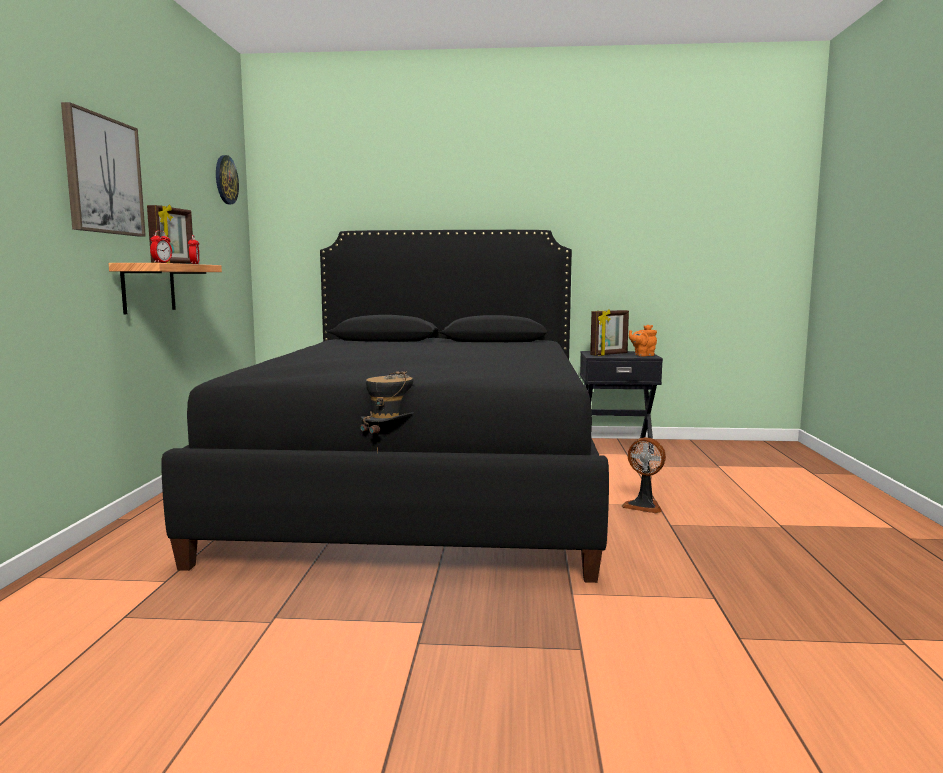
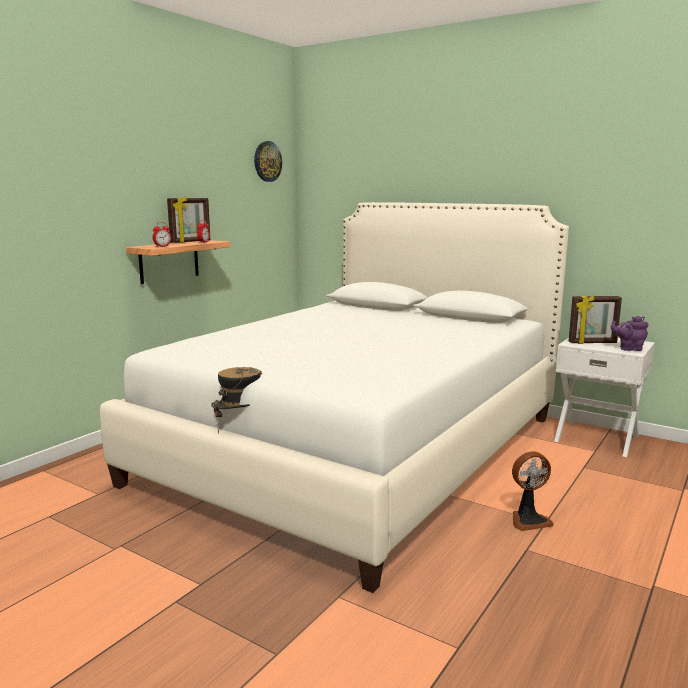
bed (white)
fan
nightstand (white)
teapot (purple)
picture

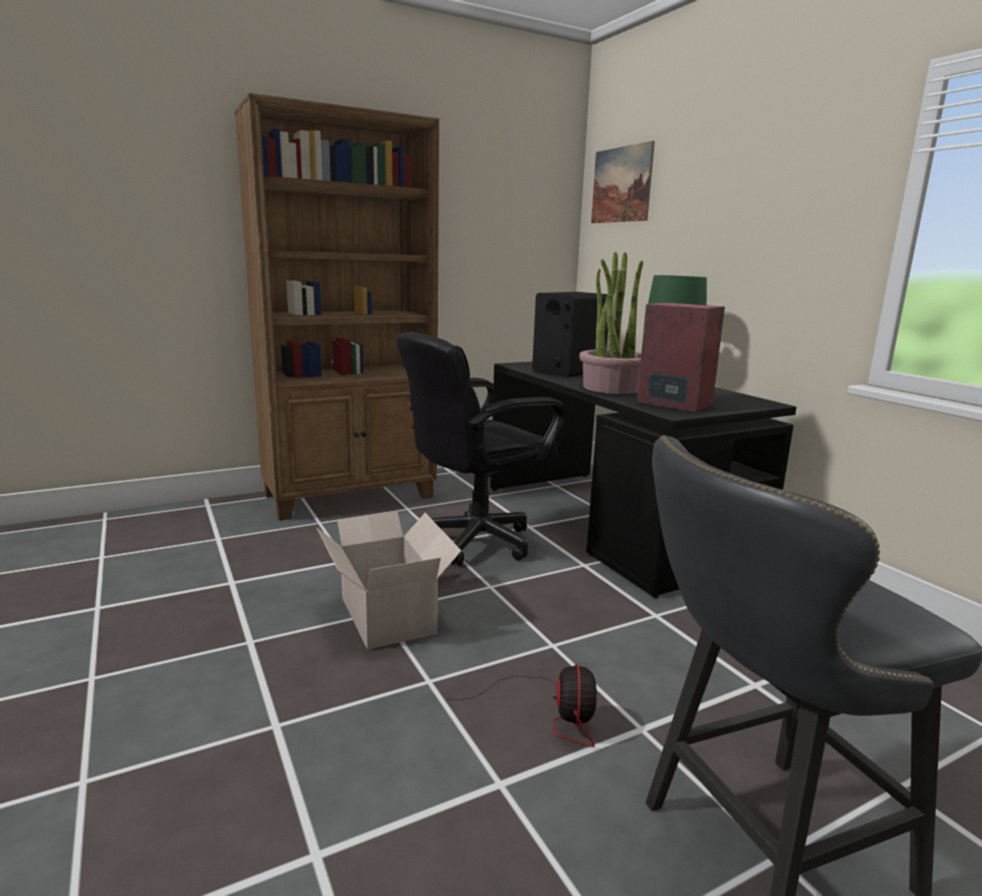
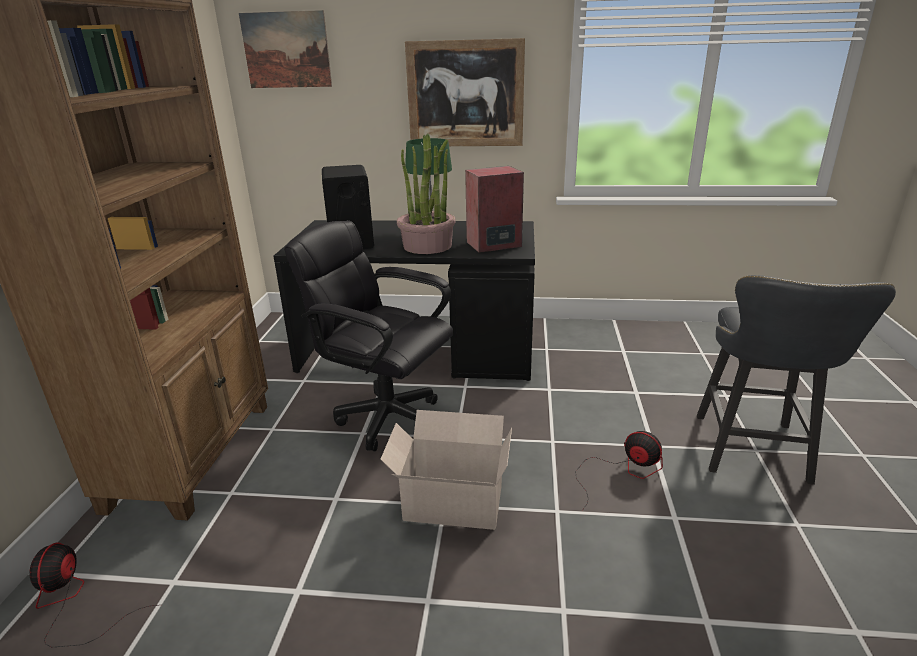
fan (1st from left)
office chair (black)
picture (2nd from left)

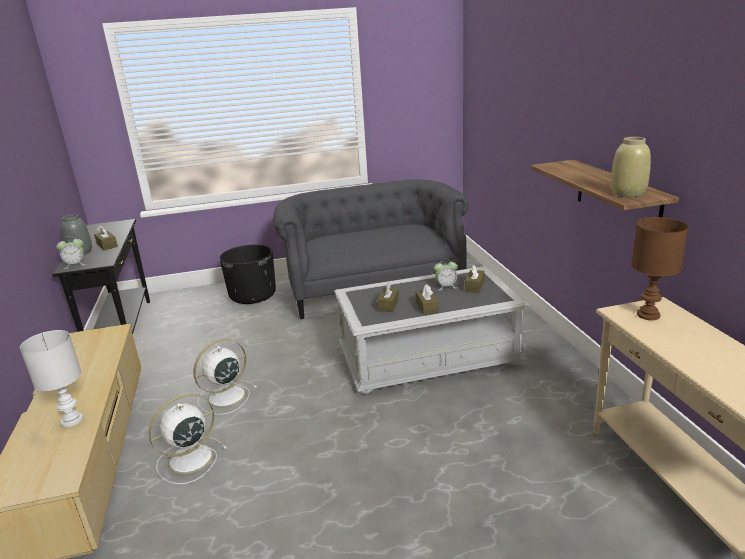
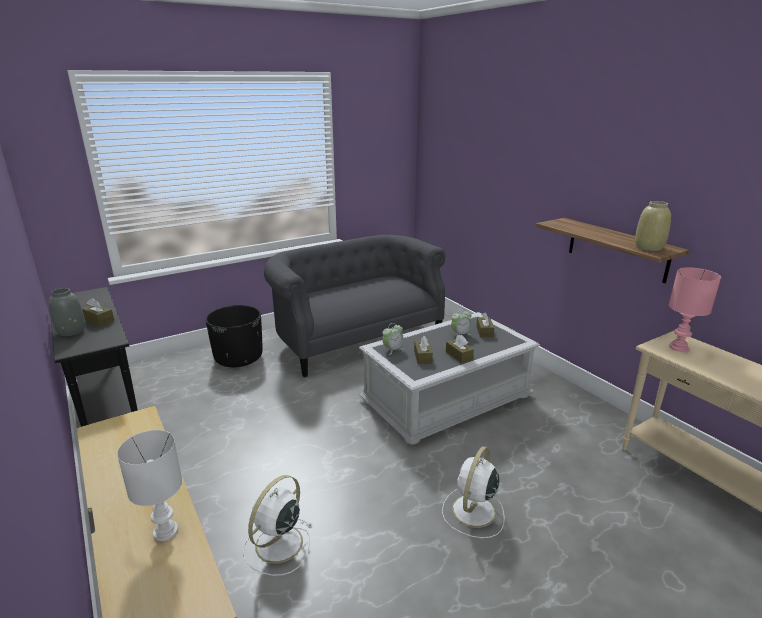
alarm clock (1st from left)
fan (white) (2nd from left)
table lamp (pink)

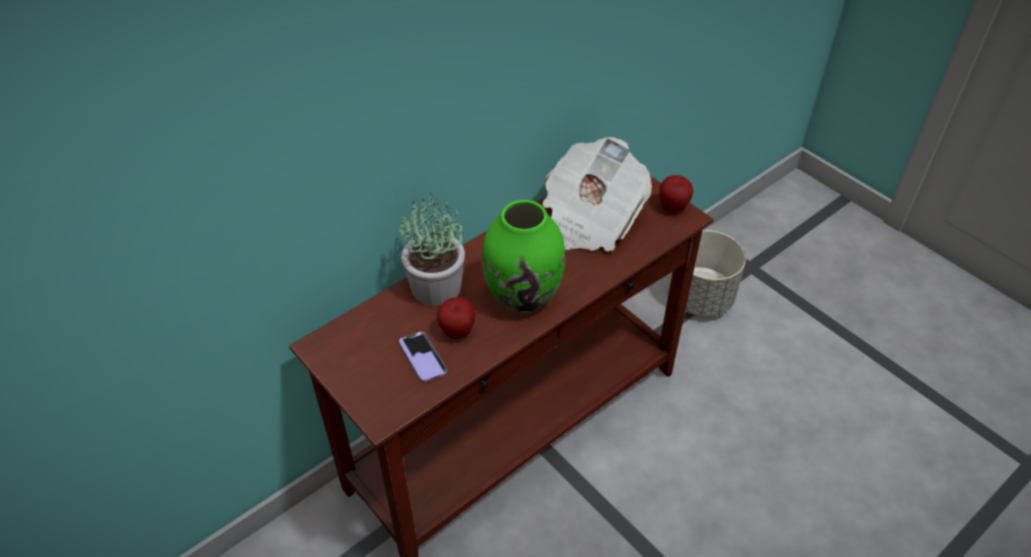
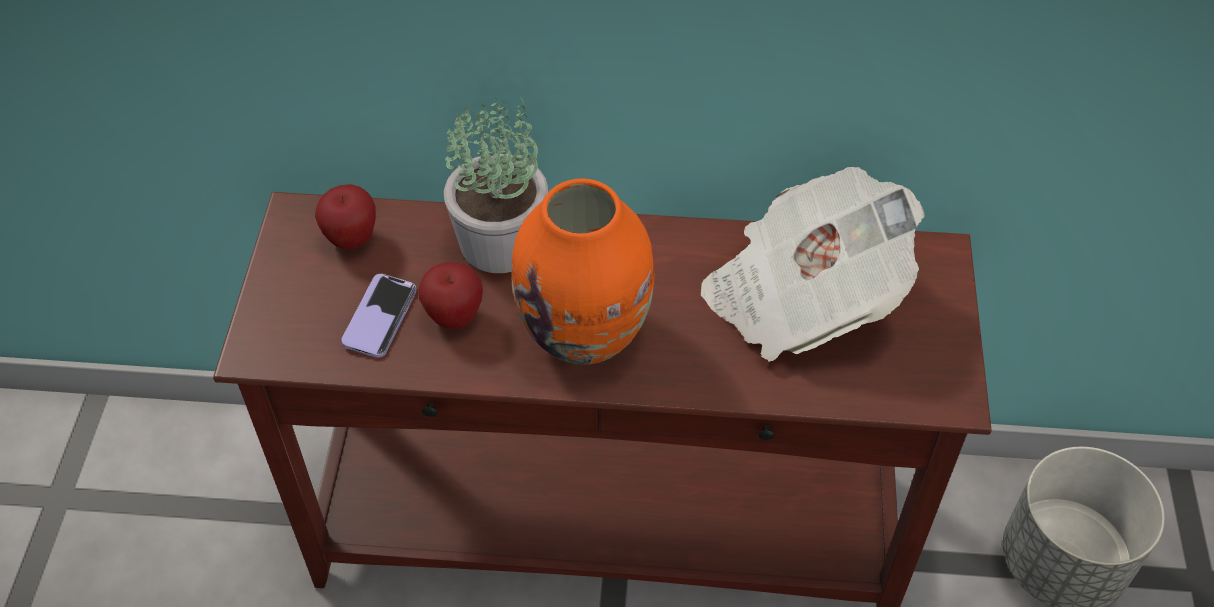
apple (1st from left)
vase (orange)

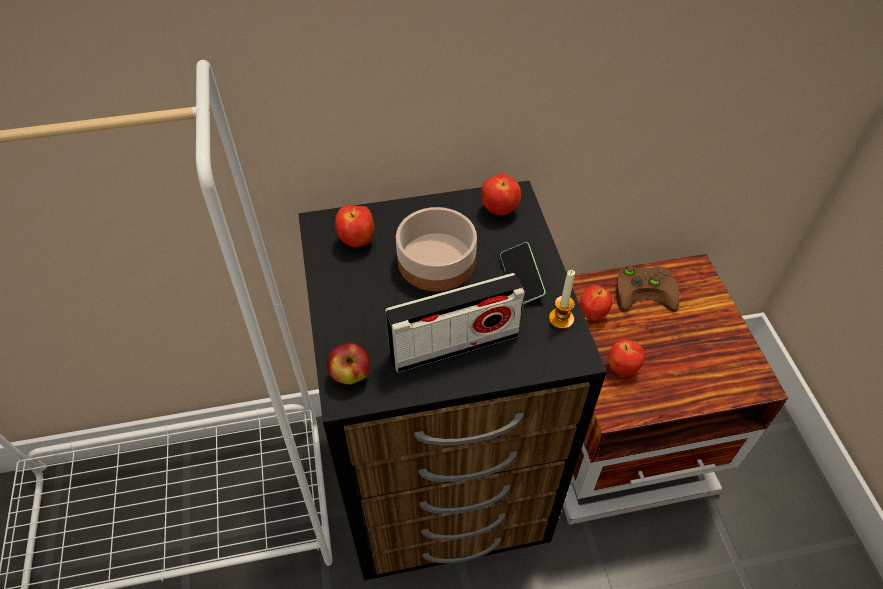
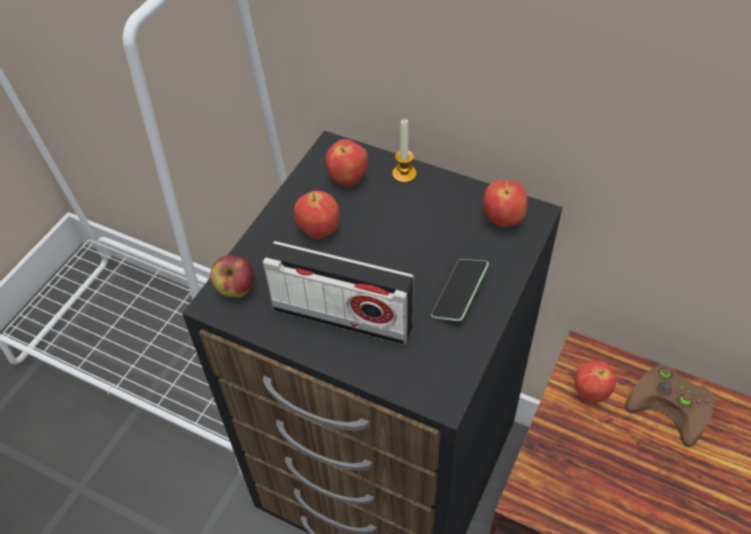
apple (2nd from left)
candle
bowl

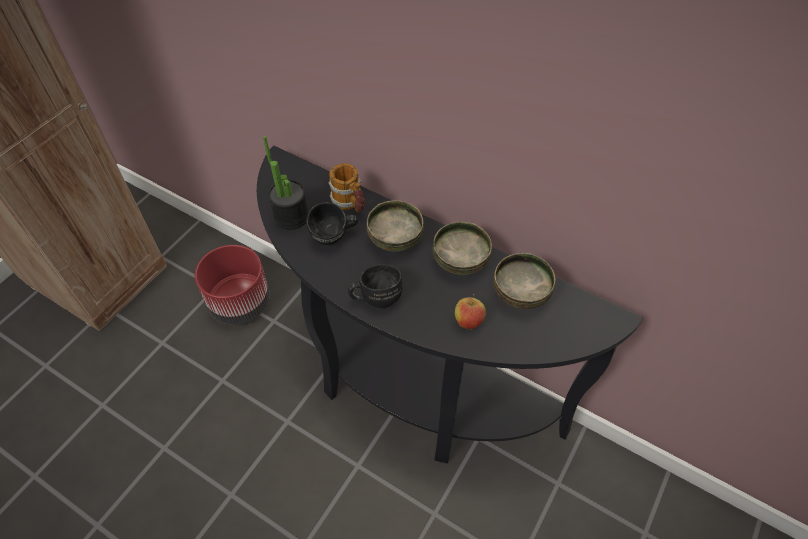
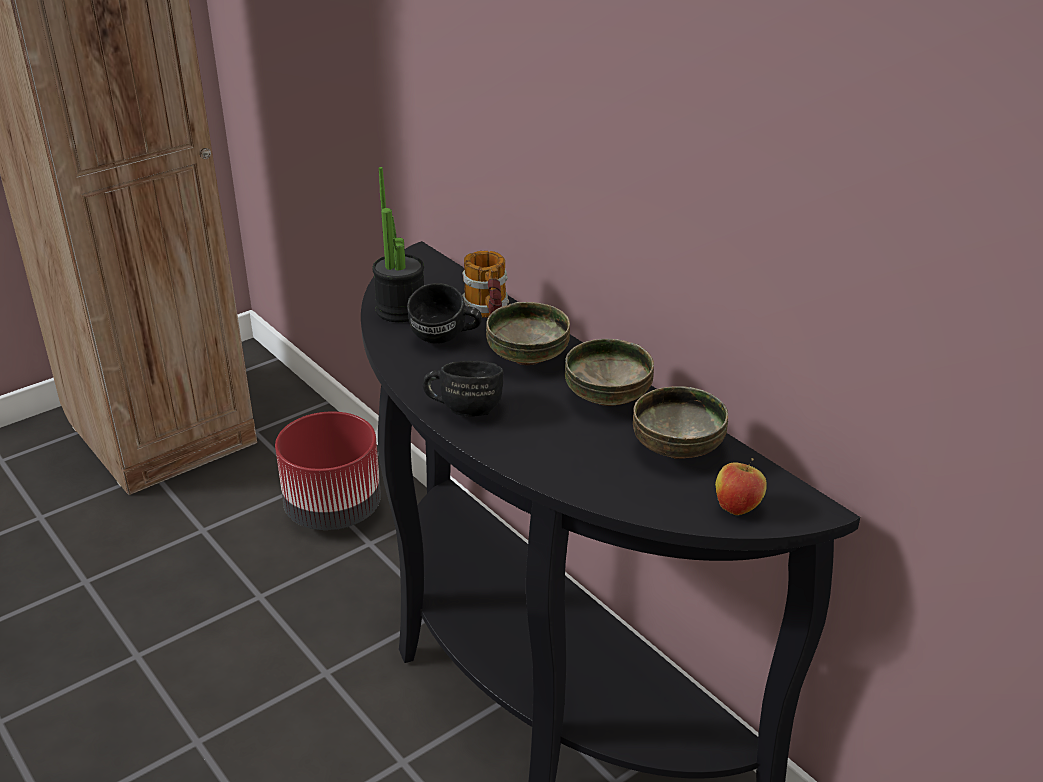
apple

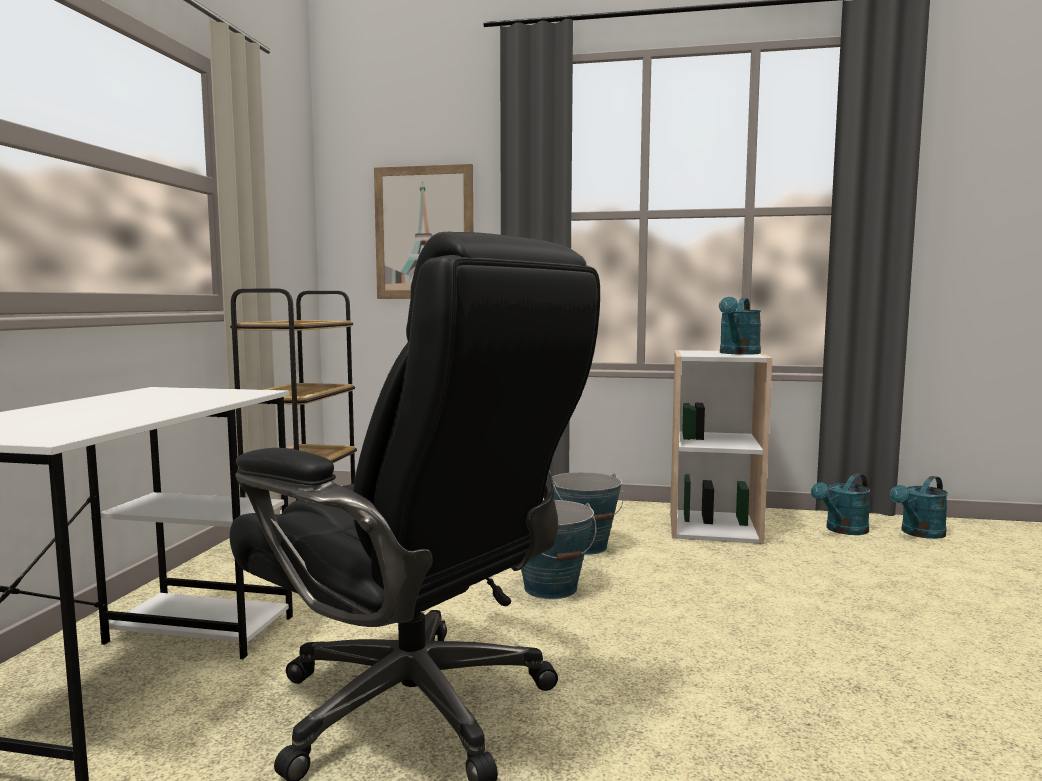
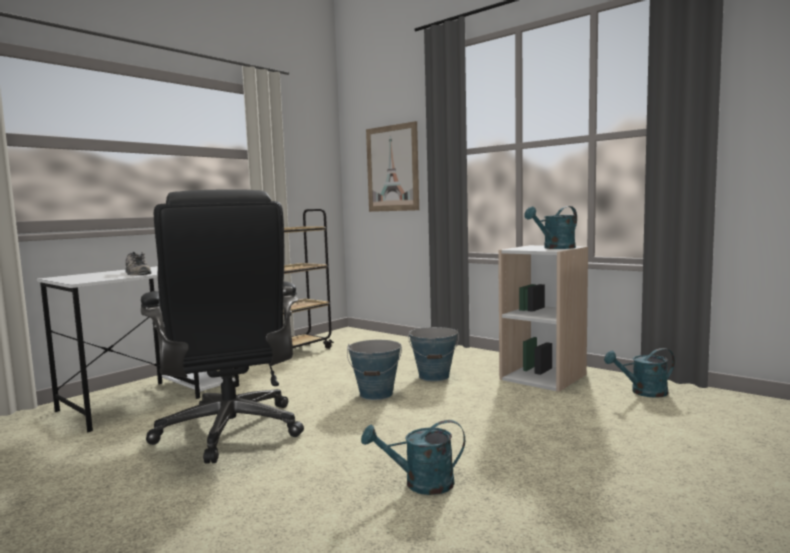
shoe
watering can (turquoise) (1st from left)

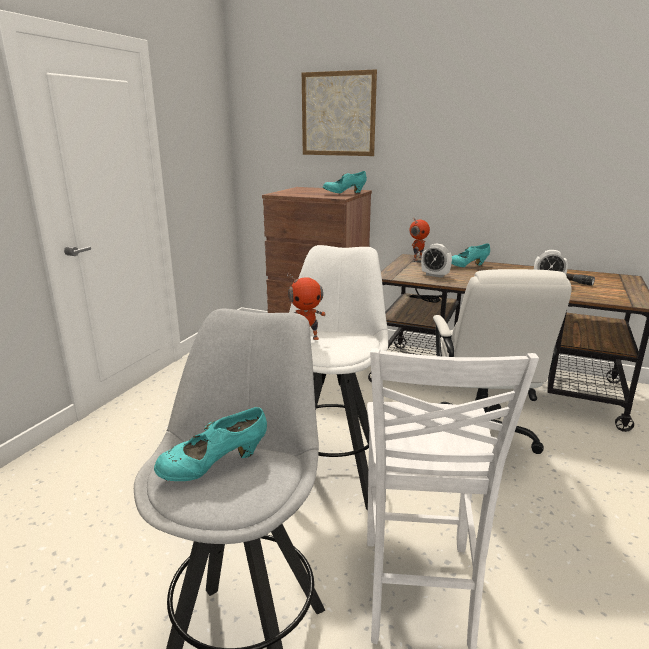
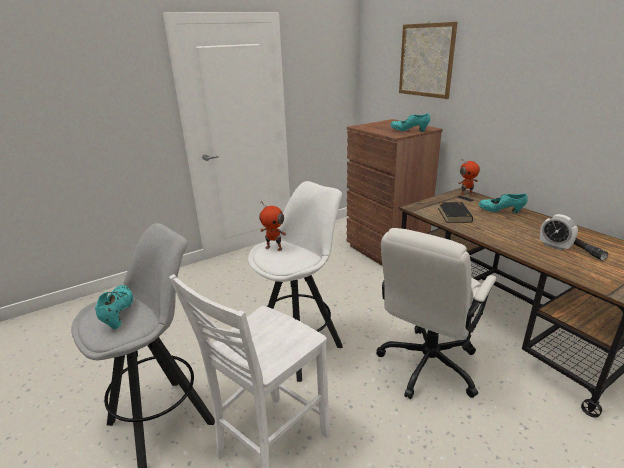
shoe (turquoise) (1st from left)
book (black)

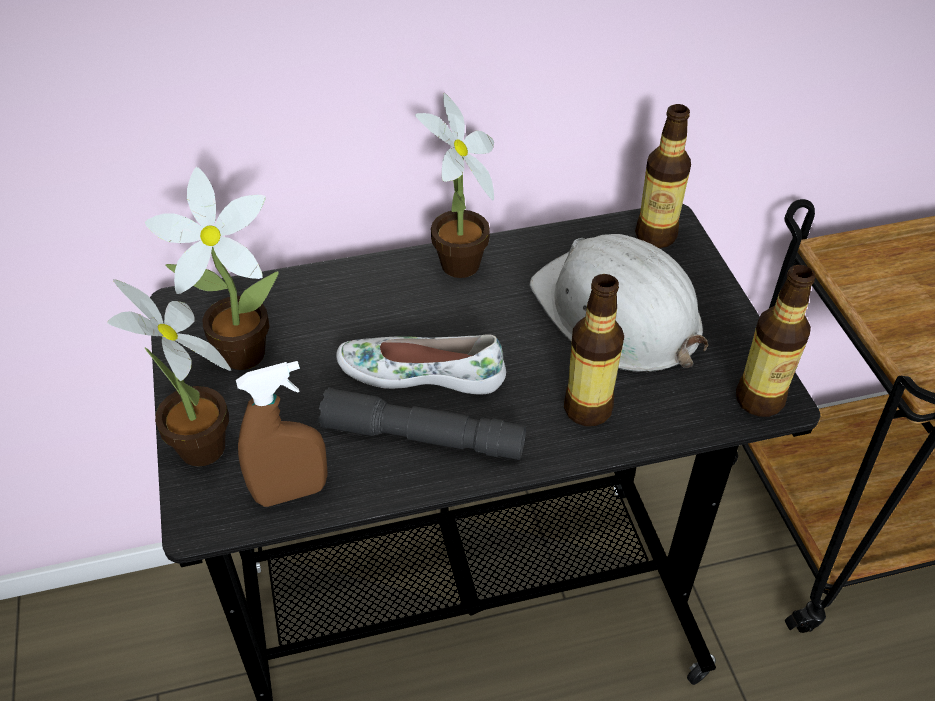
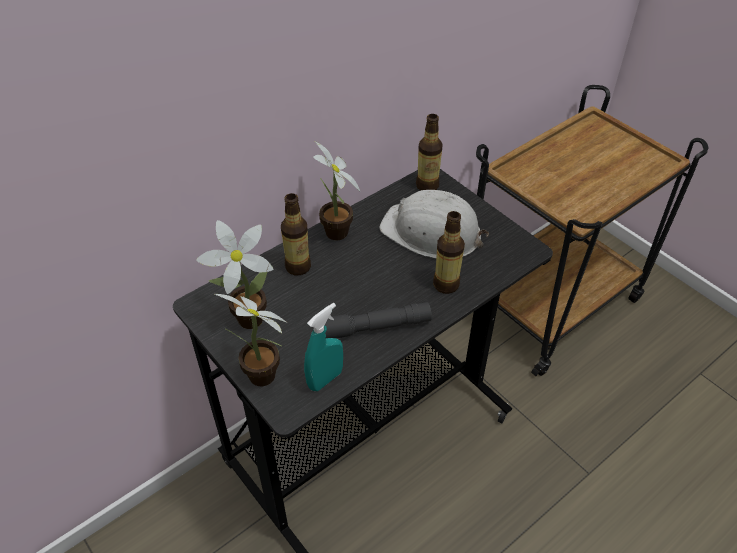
bottle (1st from left)
spray bottle (turquoise)
shoe (white)

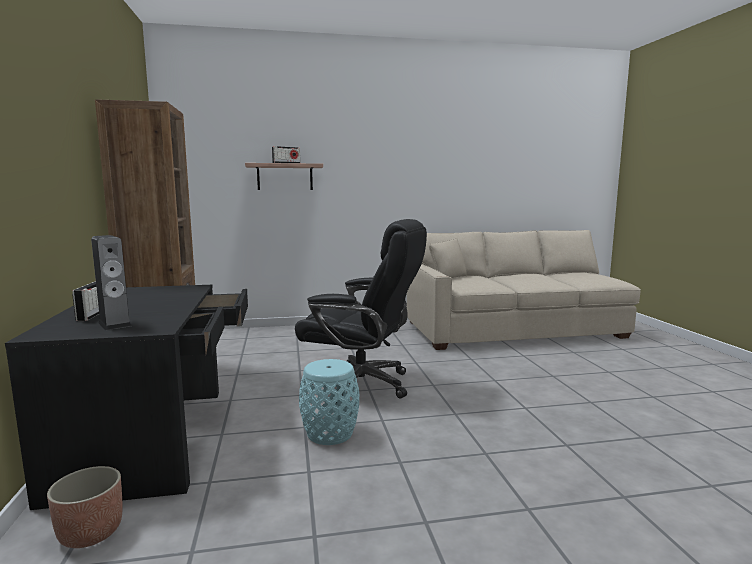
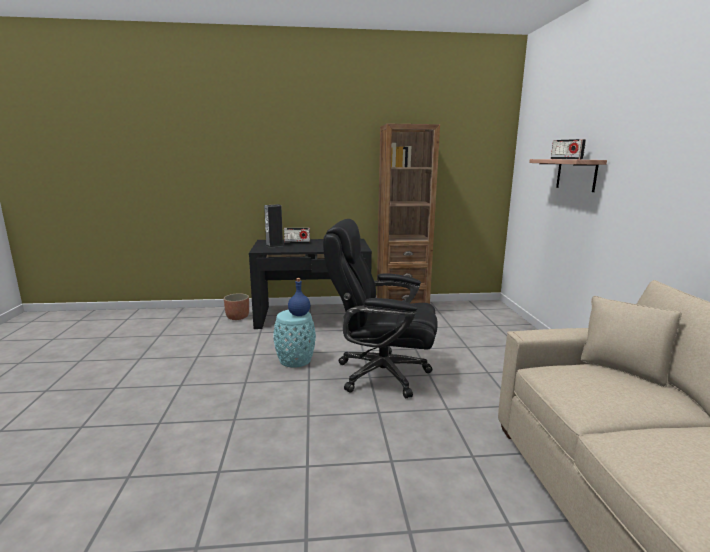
bottle (blue)
office chair (black)

